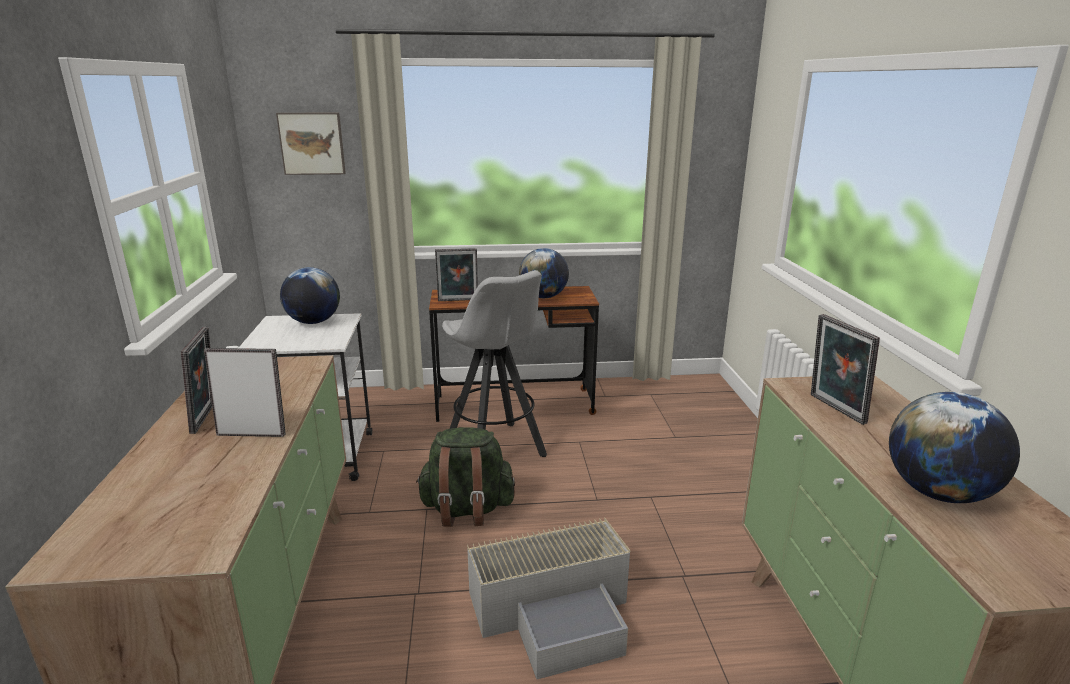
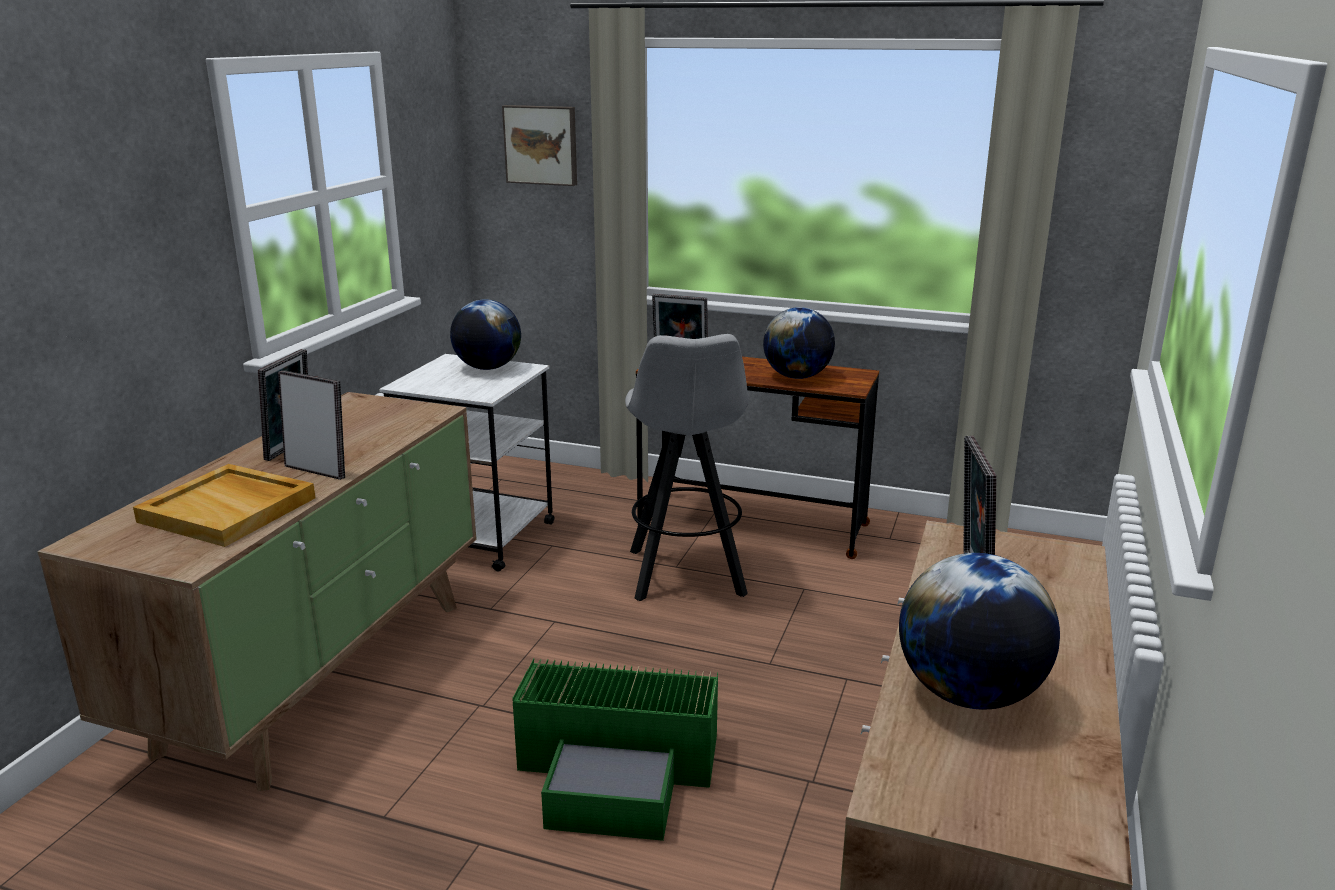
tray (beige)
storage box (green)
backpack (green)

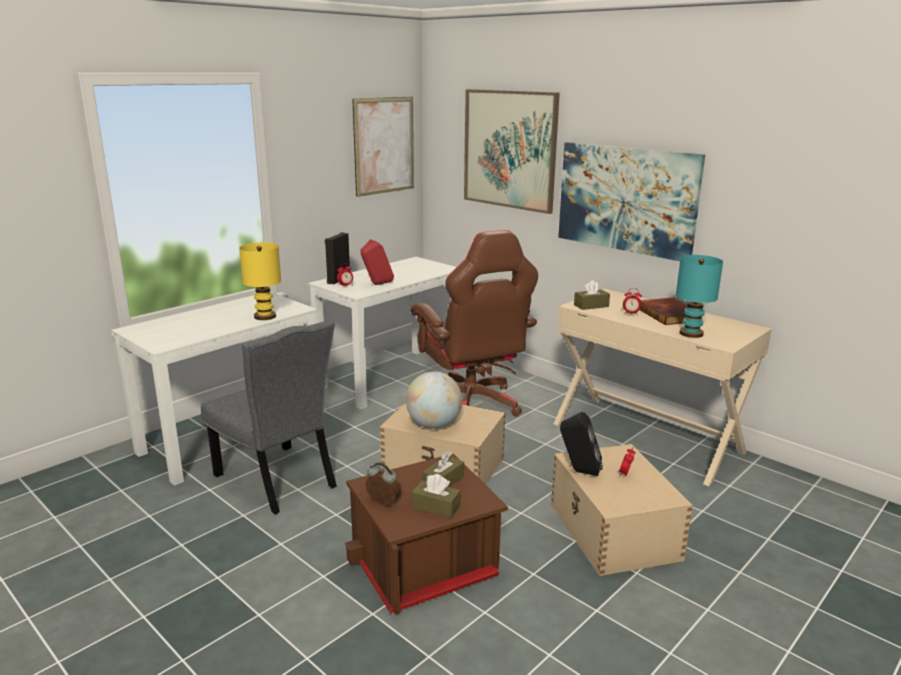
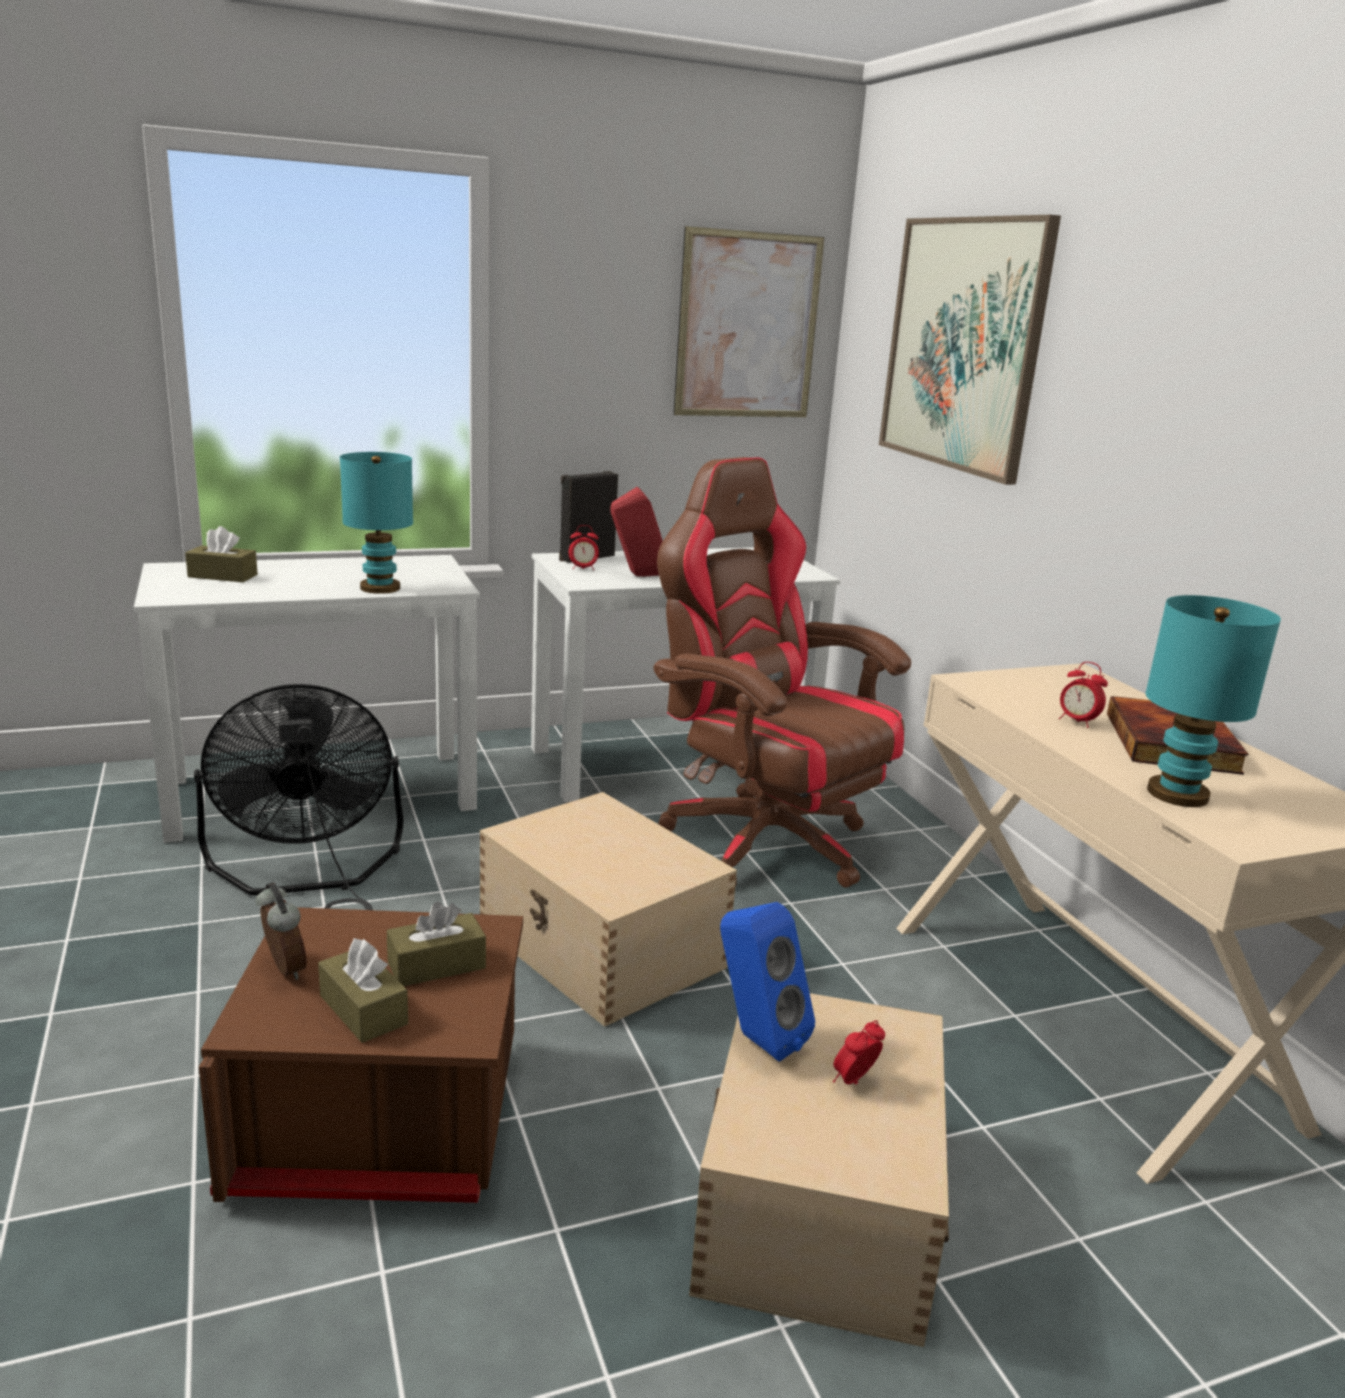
tissue box (brown) (1st from left)
fan (black)
table lamp (turquoise) (1st from left)
office chair (brown)
speaker (blue)
globe
picture (3rd from left in the first image)

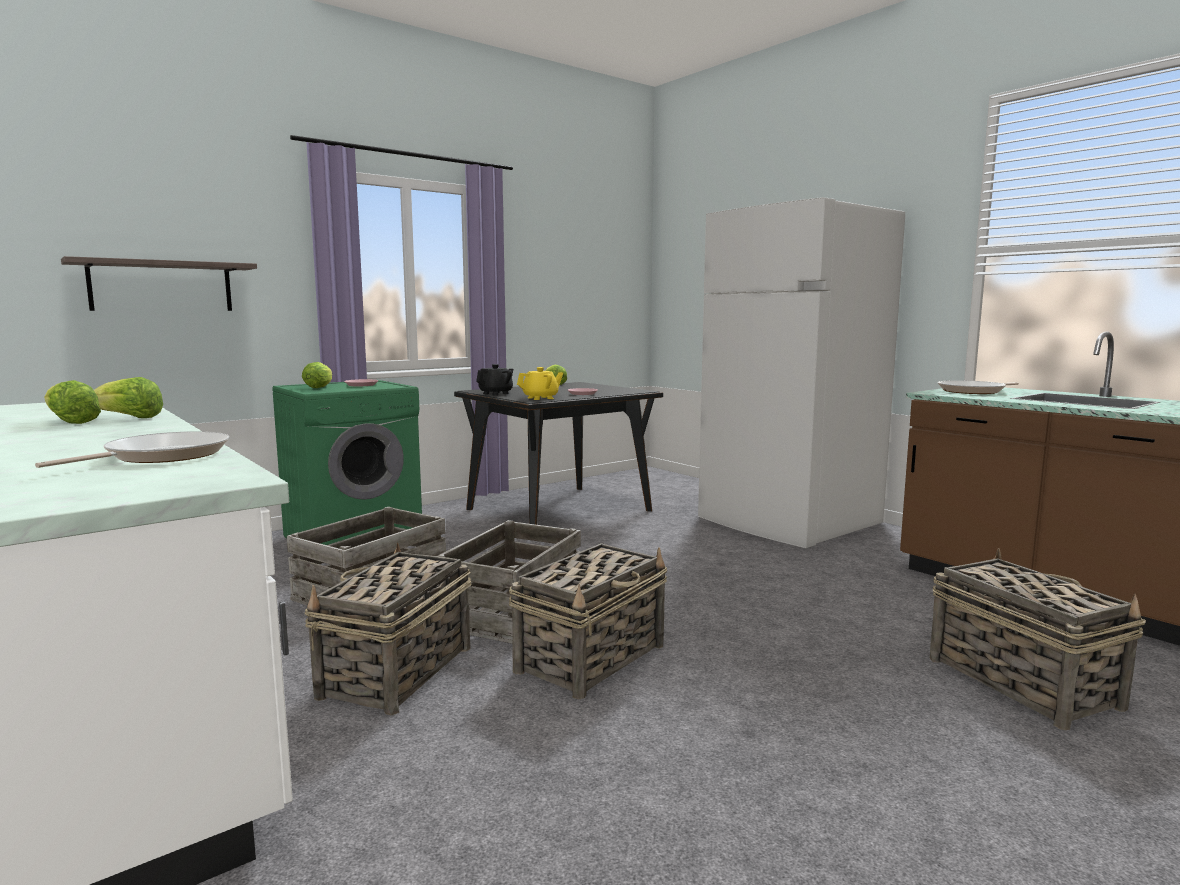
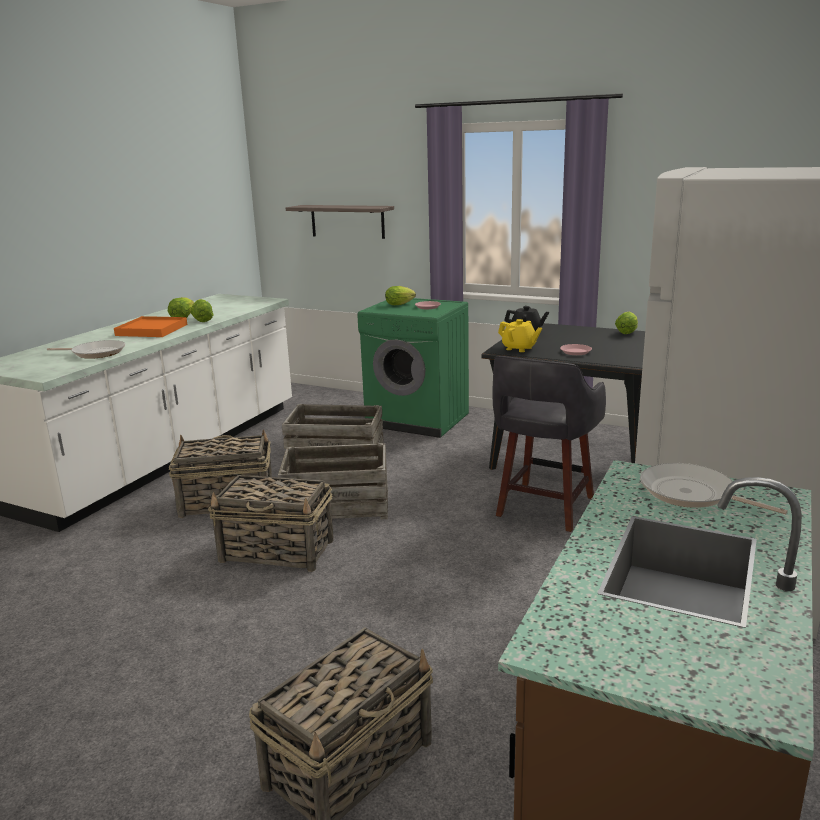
tray (orange)
stool (grey)

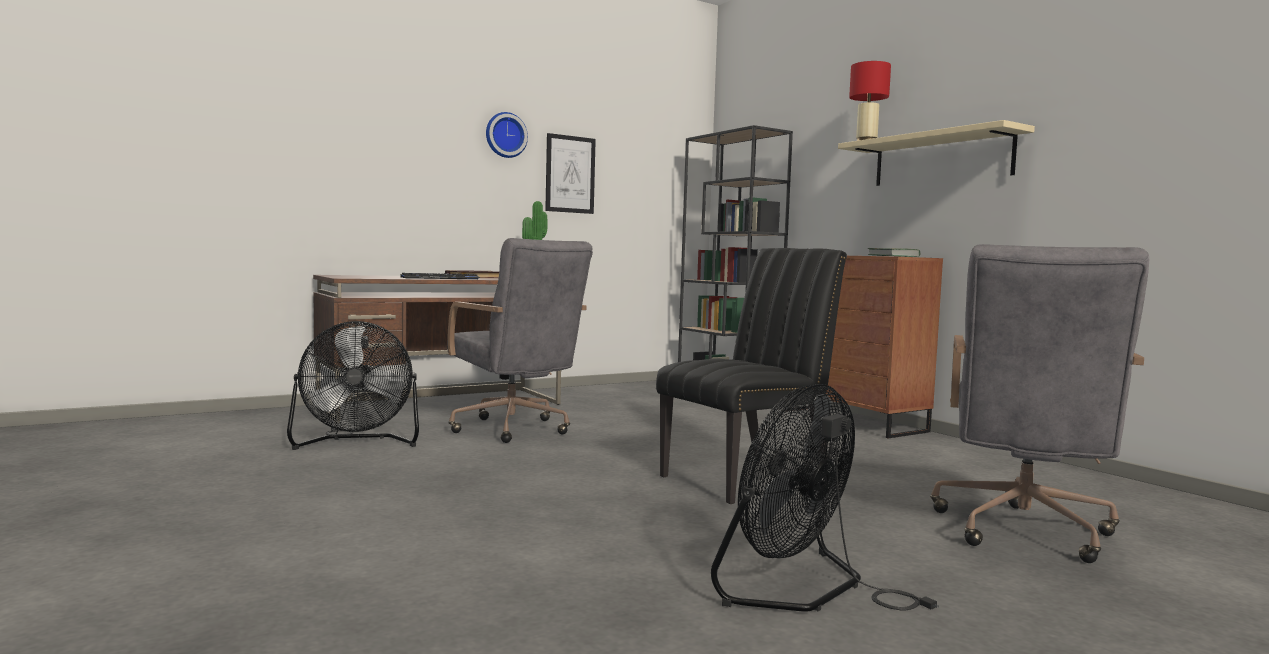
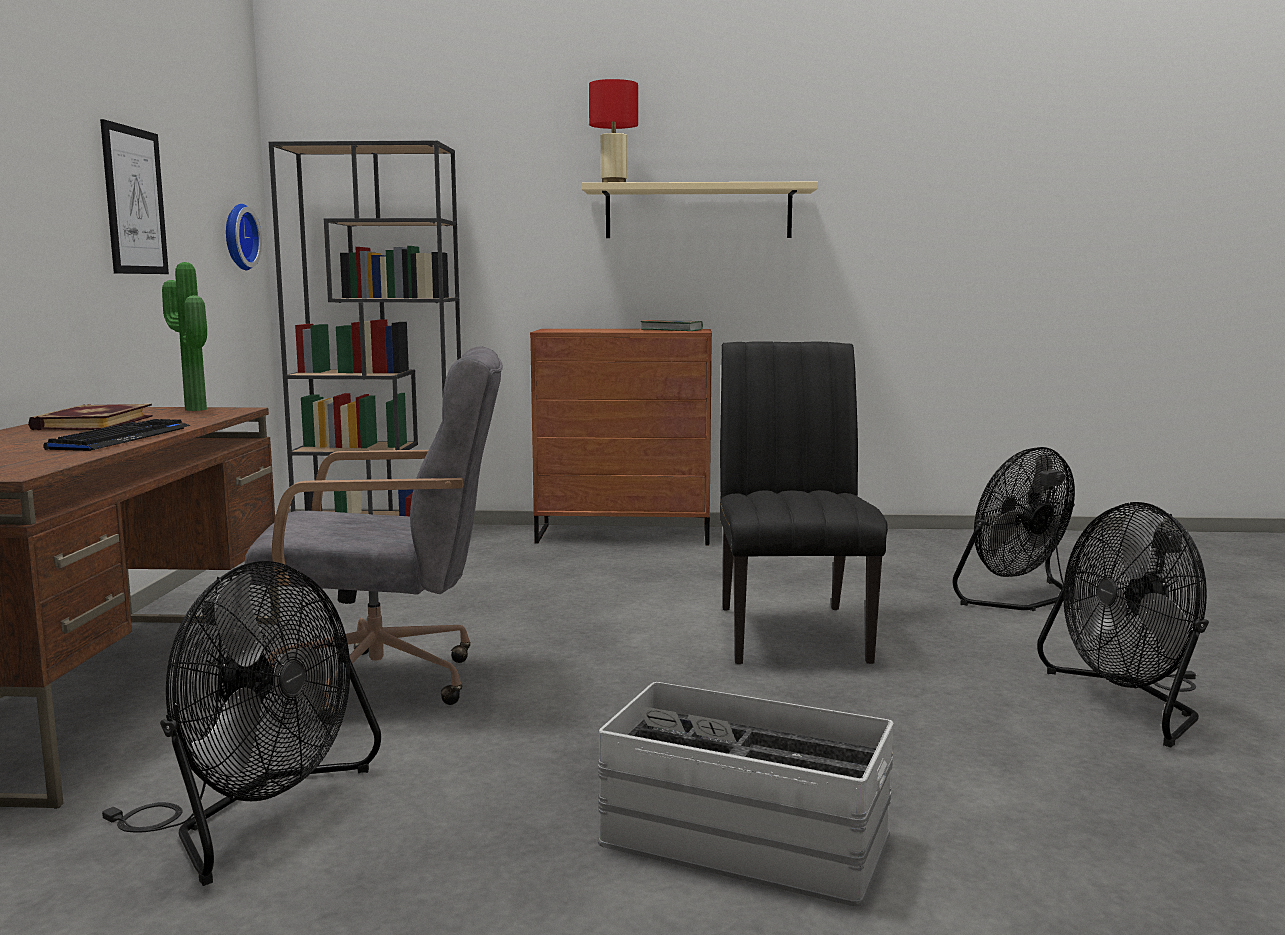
wall clock
storage box (grey)
fan (black) (2nd from left)

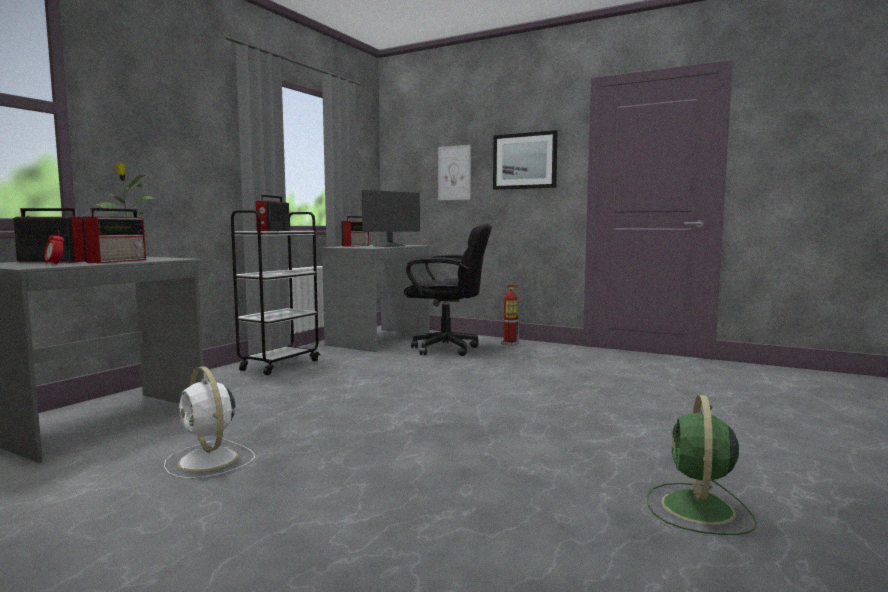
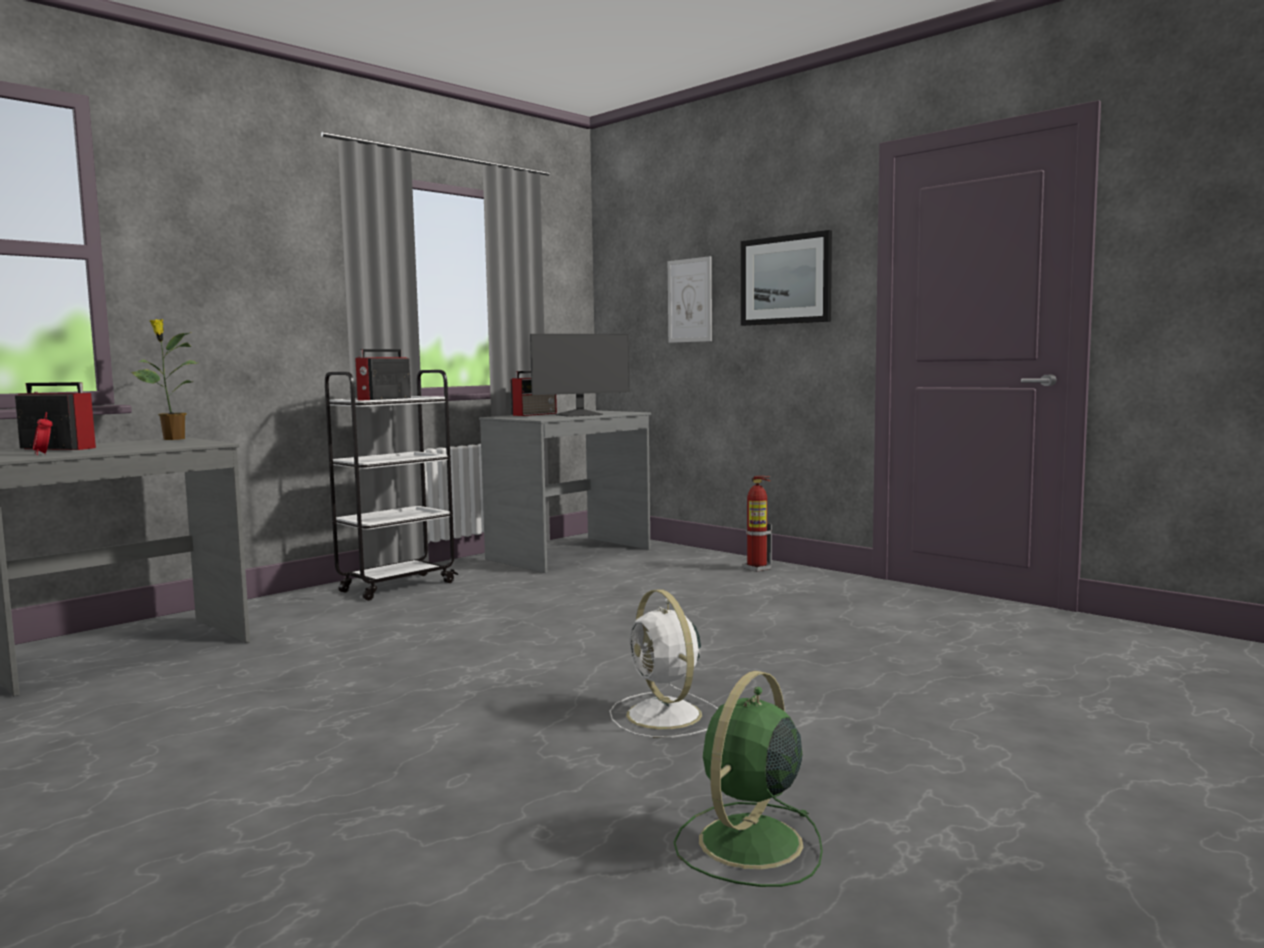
fan (white)
radio (2nd from left in the first image)
office chair (black)

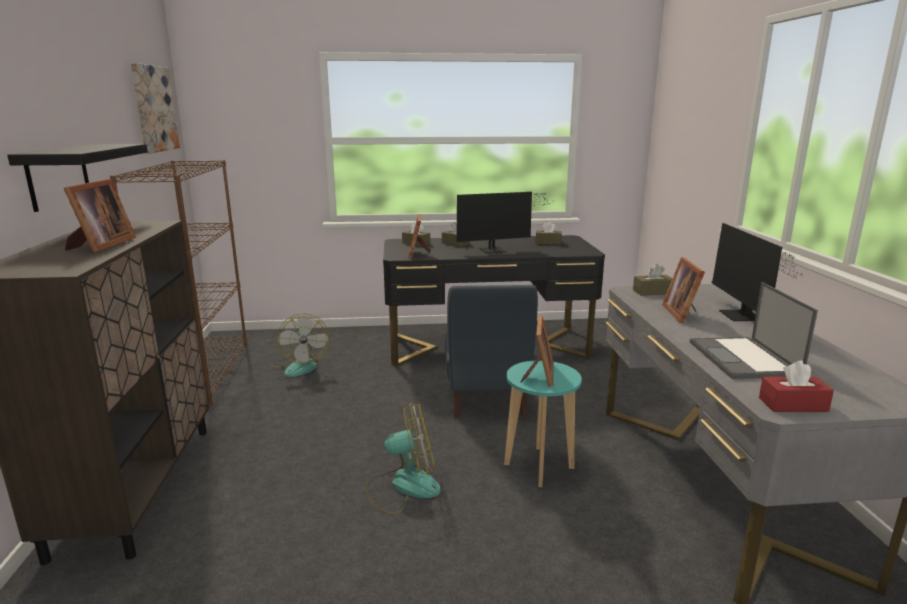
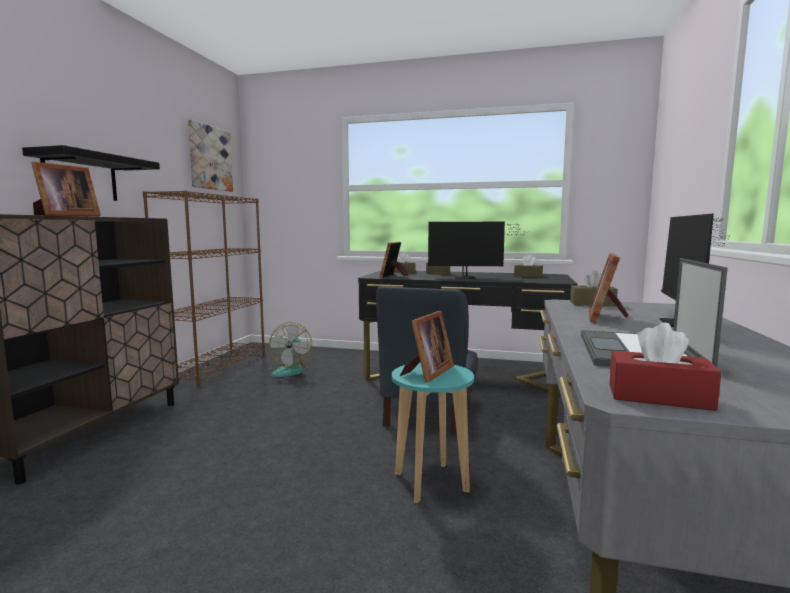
fan (2nd from left in the first image)

